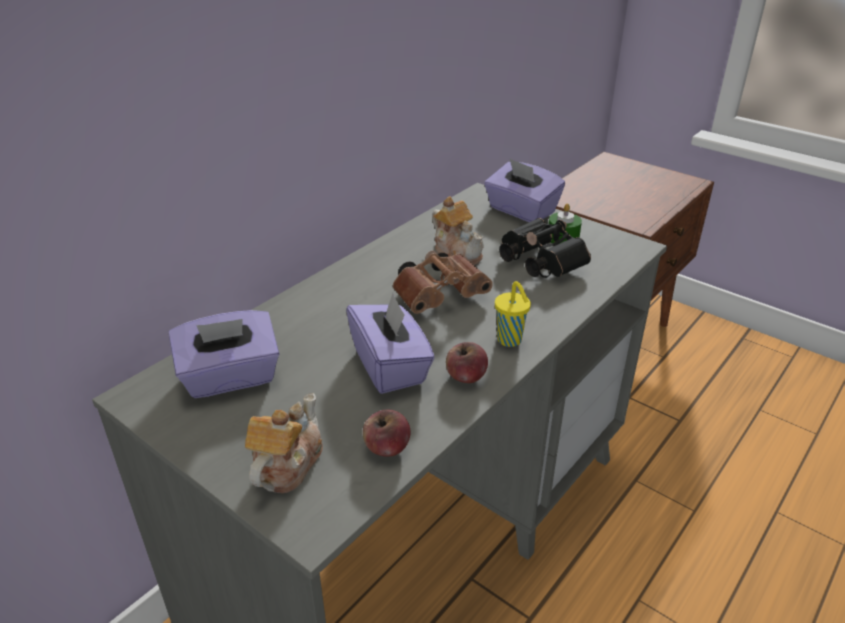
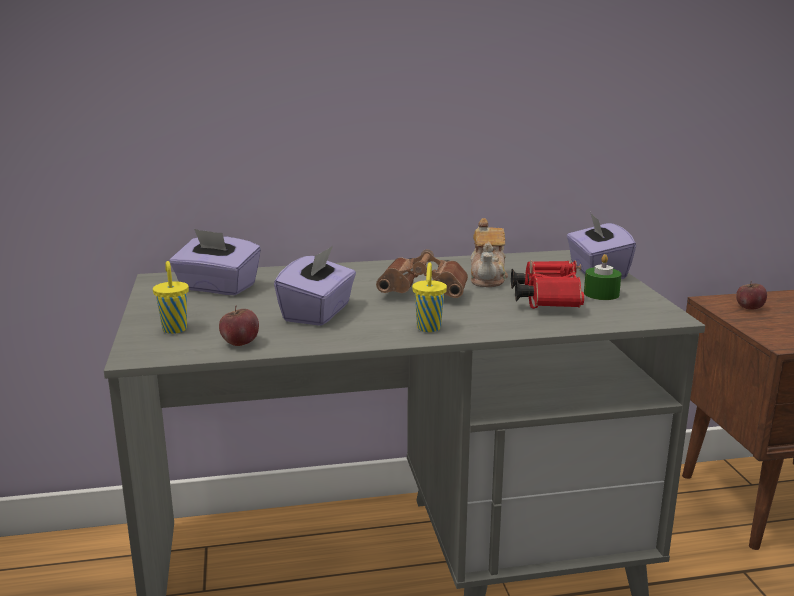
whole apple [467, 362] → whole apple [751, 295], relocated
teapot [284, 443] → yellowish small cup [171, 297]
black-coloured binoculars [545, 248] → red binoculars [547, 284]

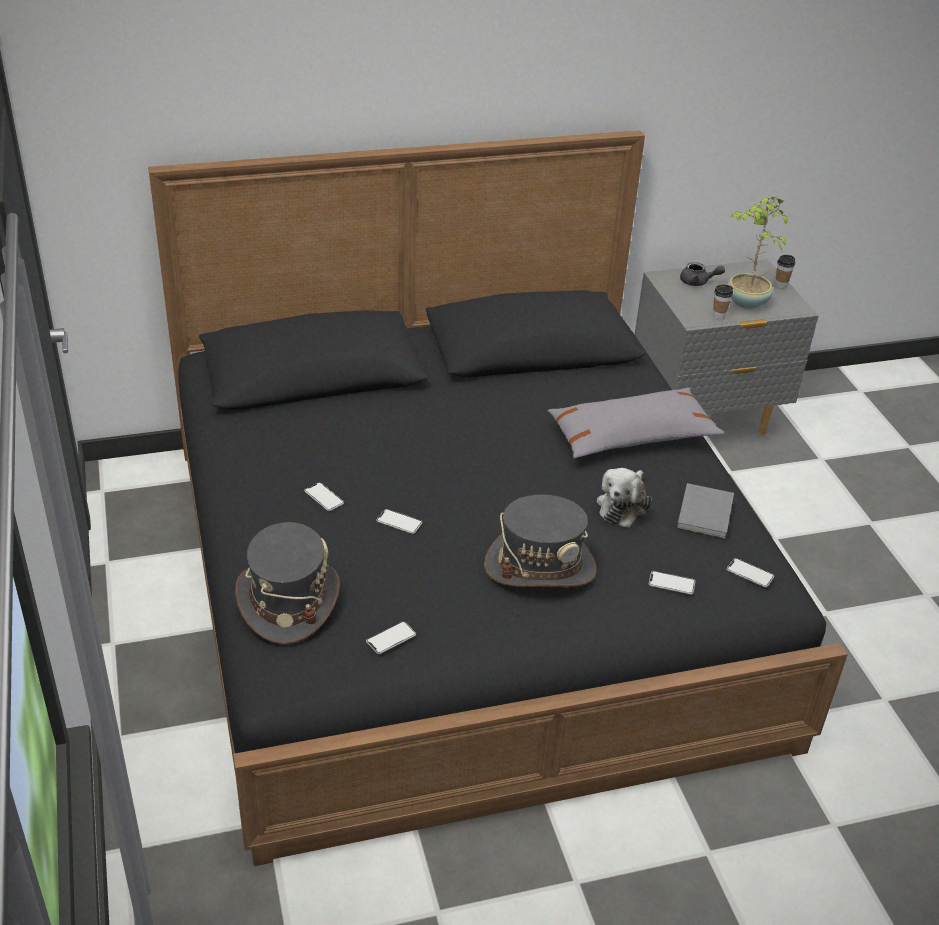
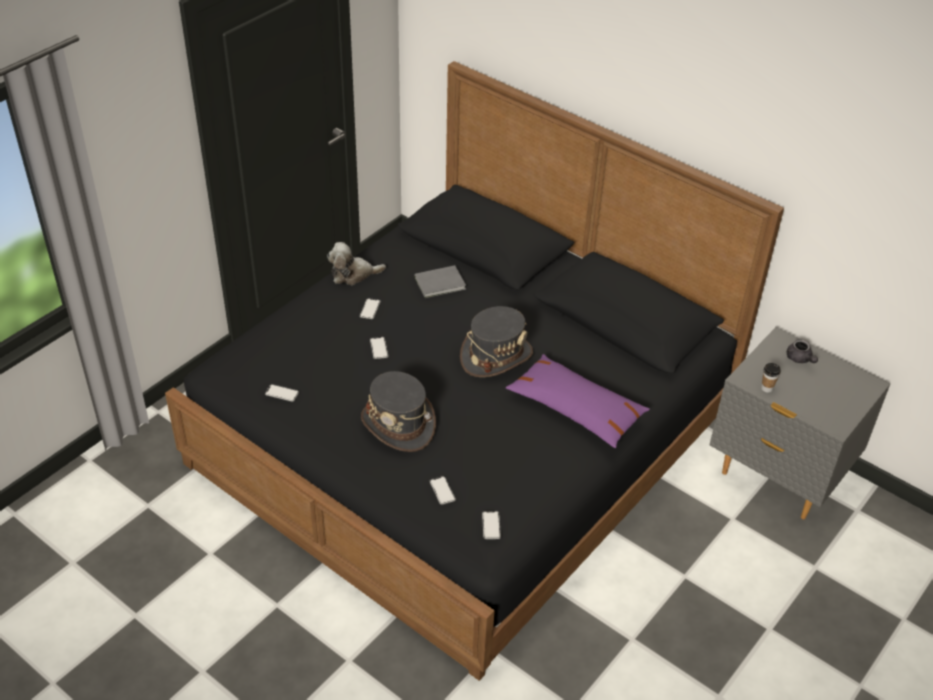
houseplant [757, 252] → -
small cup [785, 272] → -
grey wearable hat [287, 583] → grey wearable hat [496, 341], relocated
soft toy [624, 498] → soft toy [356, 263], relocated
grey volume [705, 511] → grey volume [440, 281], relocated
grey cushion [636, 423] → purple cushion [578, 401]

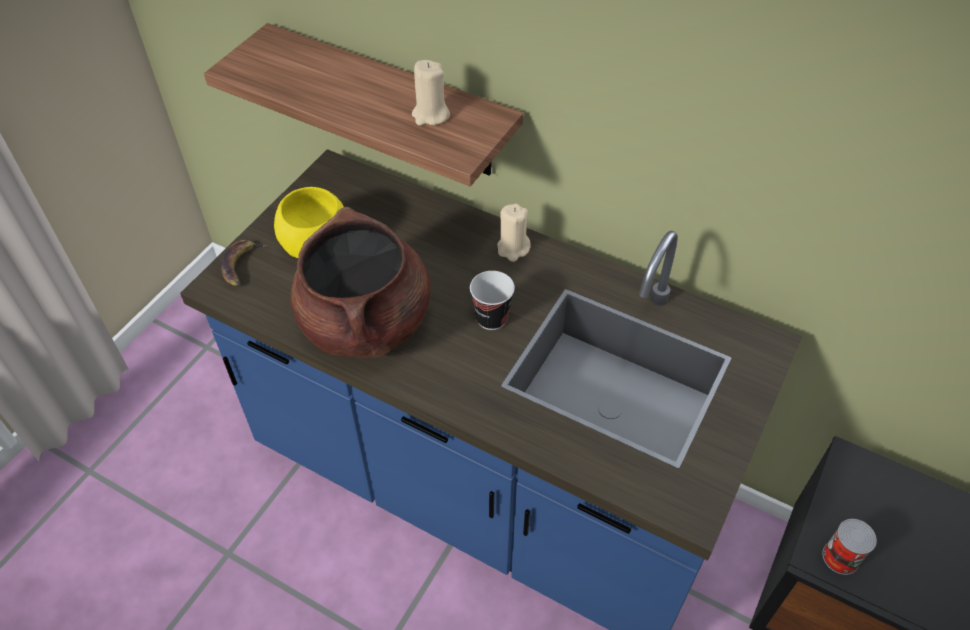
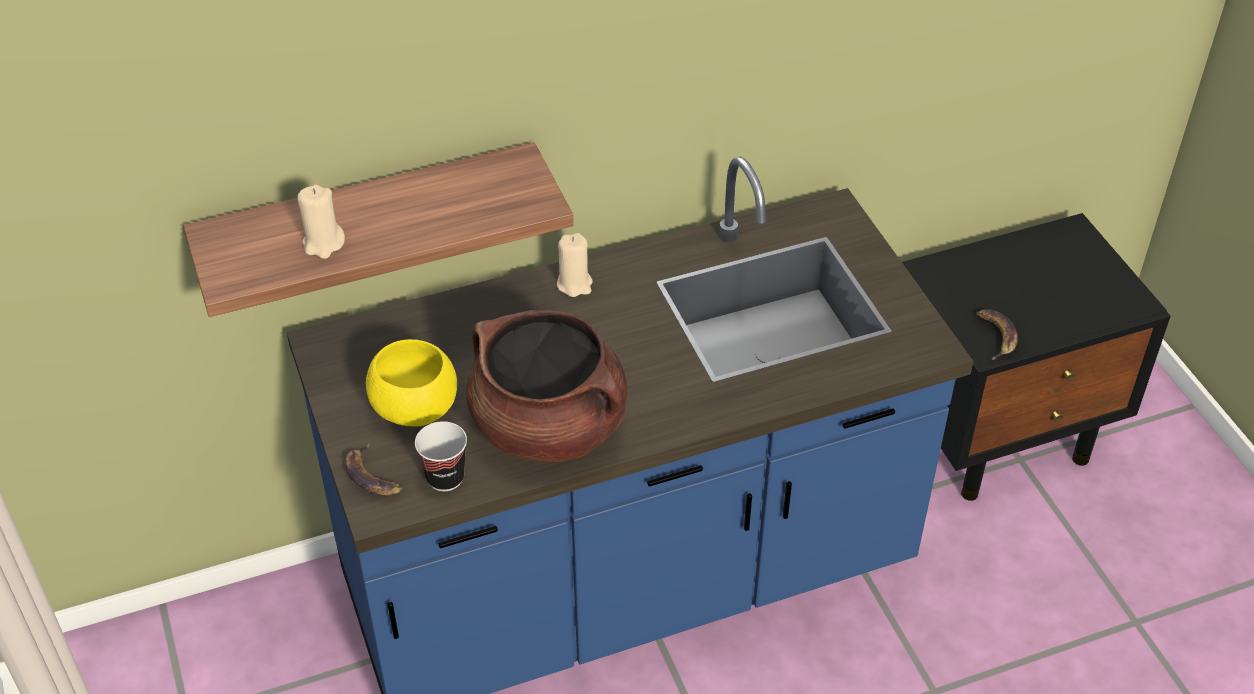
sand-coloured wax light [431, 92] → sand-coloured wax light [321, 222], relocated
small cup [492, 300] → small cup [441, 456], relocated
can [850, 547] → whole banana [997, 334]

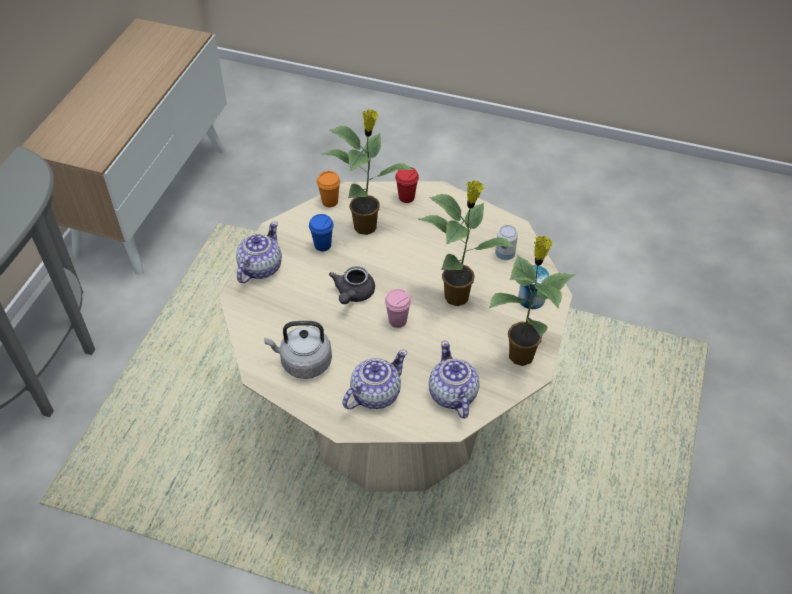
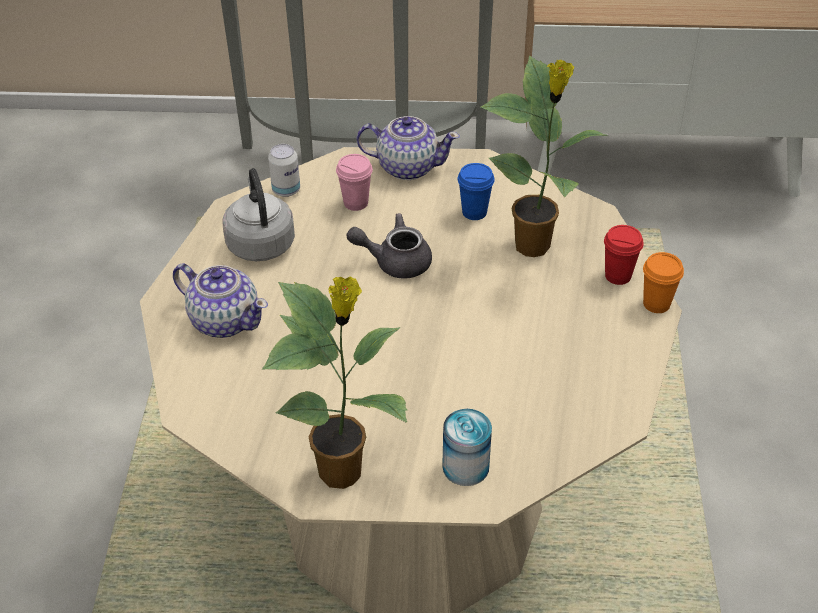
houseplant [467, 243] → -
teapot [454, 380] → -
orange small cup [328, 189] → orange small cup [663, 282], relocated
pink-coloured small cup [398, 308] → pink-coloured small cup [354, 182], relocated
can [506, 242] → can [284, 170], relocated

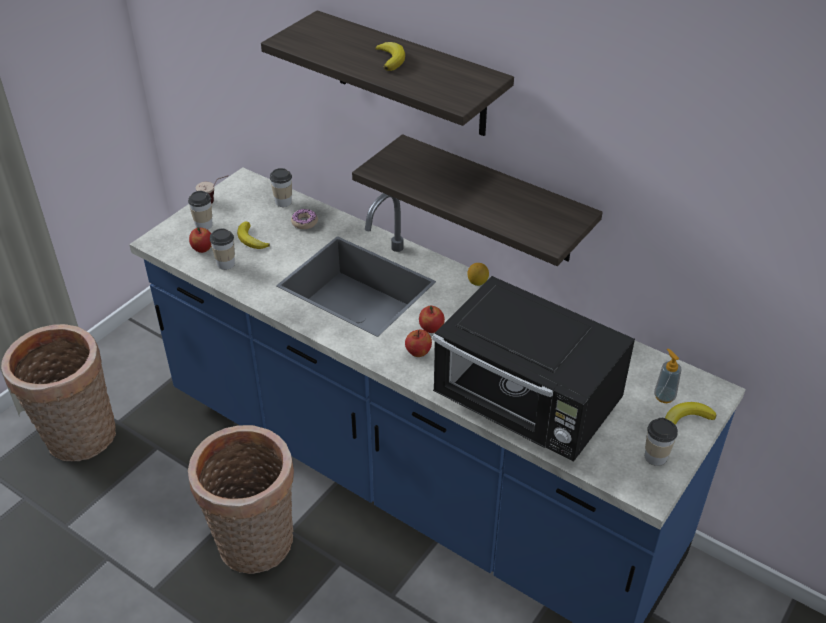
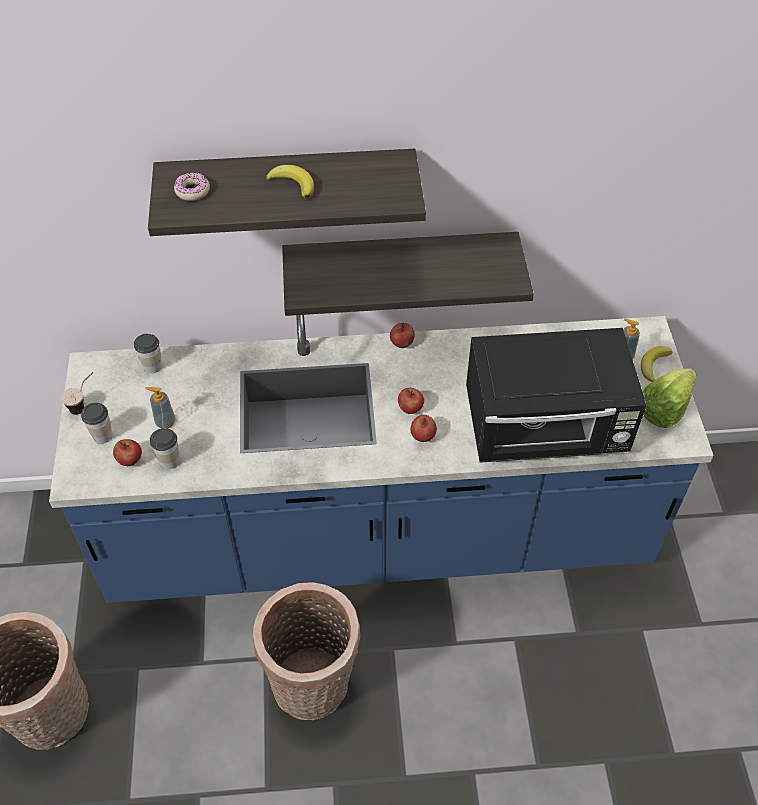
donut [304, 219] → donut [192, 187], relocated
whole banana [253, 235] → liquid soap bottle [160, 408]
lemon [478, 274] → whole apple [402, 335]
small cup [661, 442] → head of lettuce [669, 398]

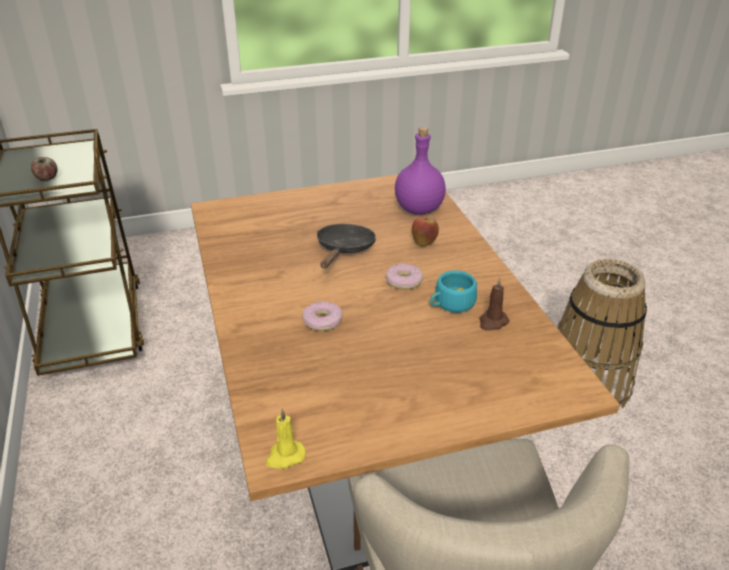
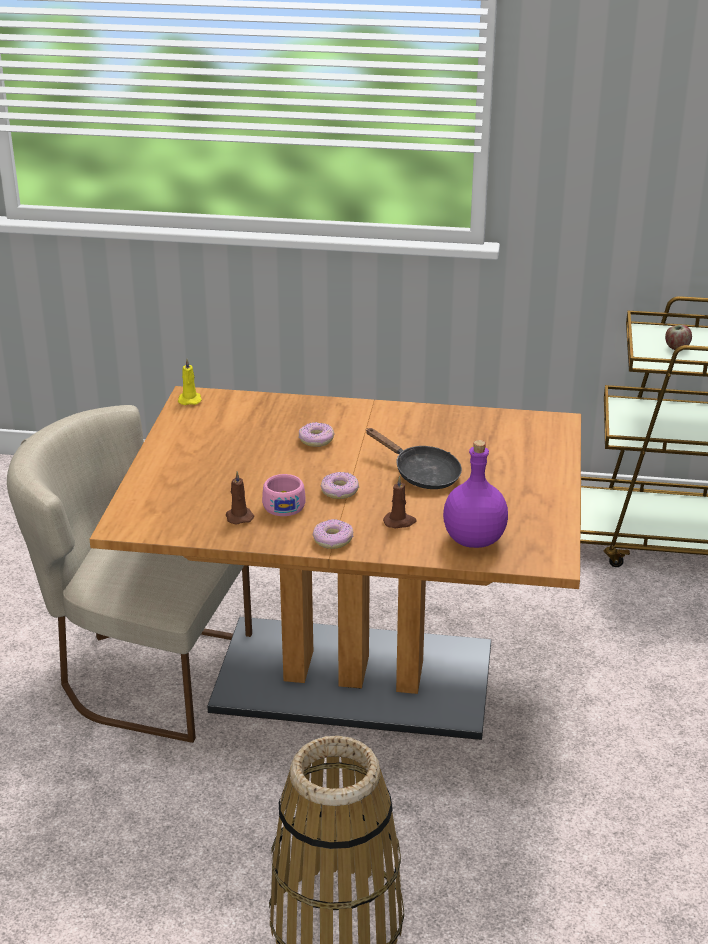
- → donut [333, 534]
whole apple [425, 229] → brown wax light [399, 502]
turquoise small cup [453, 291] → pink-coloured small cup [284, 495]

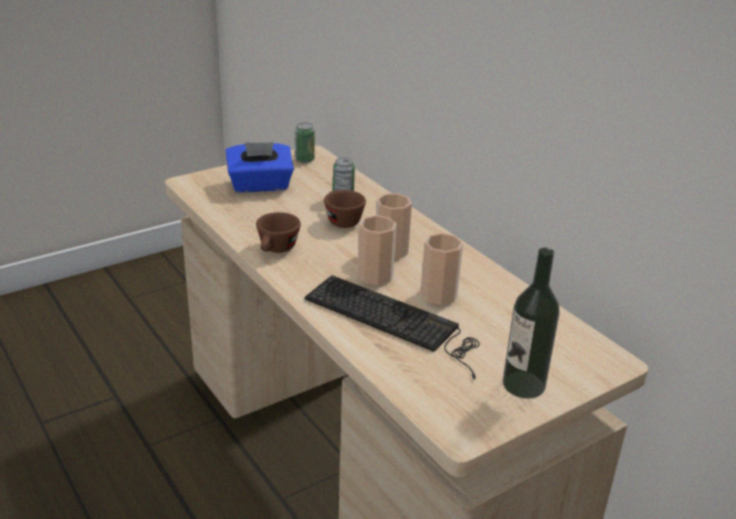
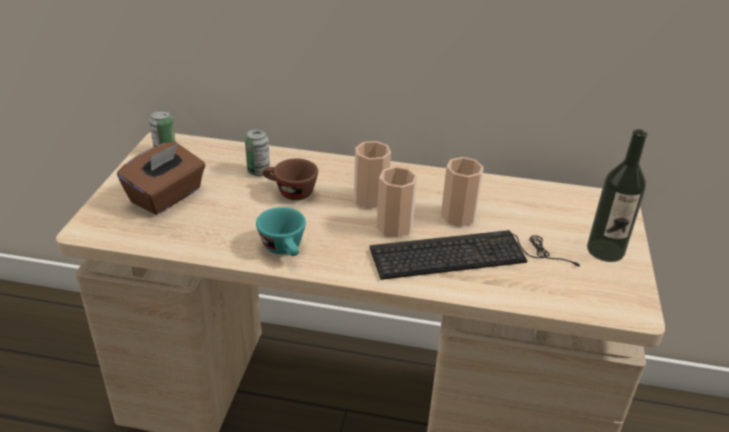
bluish tissue holder [259, 167] → brown tissue holder [161, 178]
brown small cup [278, 232] → turquoise small cup [281, 231]

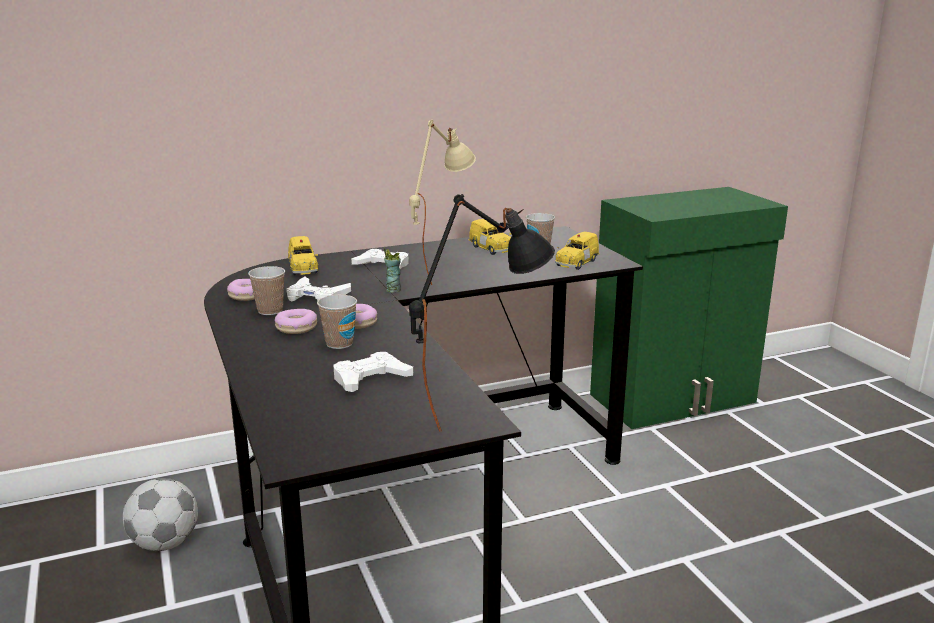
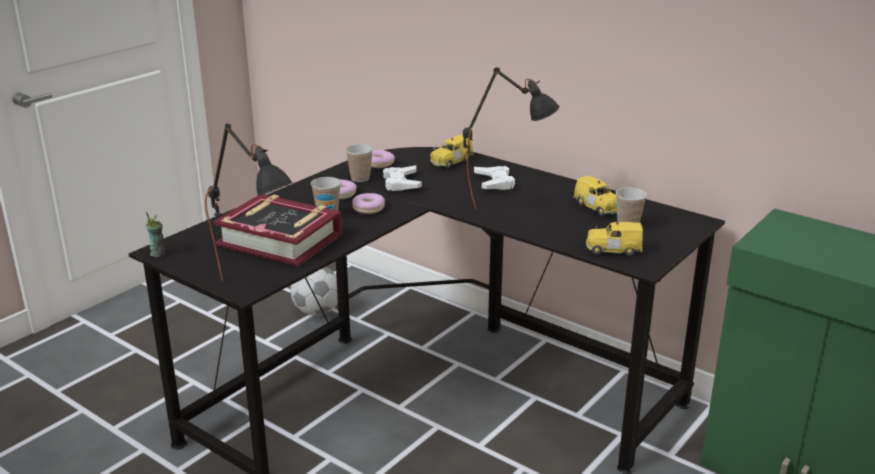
small cup [392, 270] → small cup [155, 234], relocated
white-coloured joypad [373, 372] → volume [277, 230]
sand-coloured lamp for a table [442, 202] → black-coloured lamp for a table [511, 138]
yellowish model car [490, 237] → yellowish model car [595, 196], 60 degrees counterclockwise

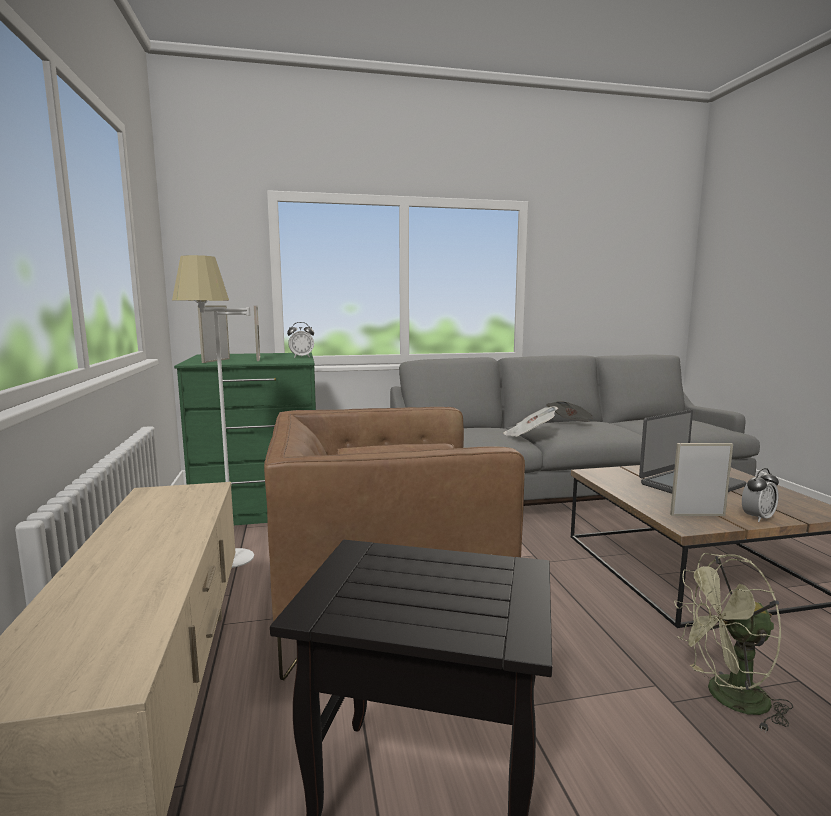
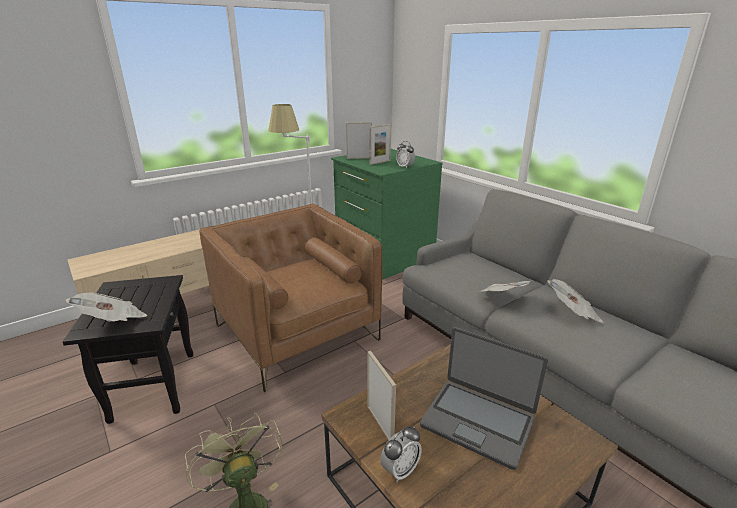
- → printed paper [106, 307]
alarm clock [760, 495] → alarm clock [401, 454], 75 degrees counterclockwise

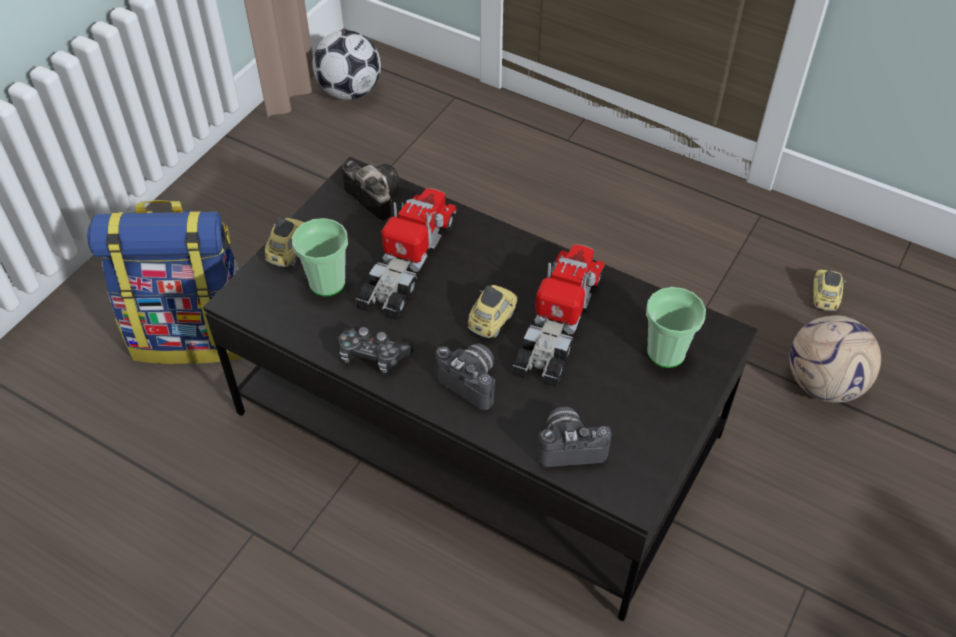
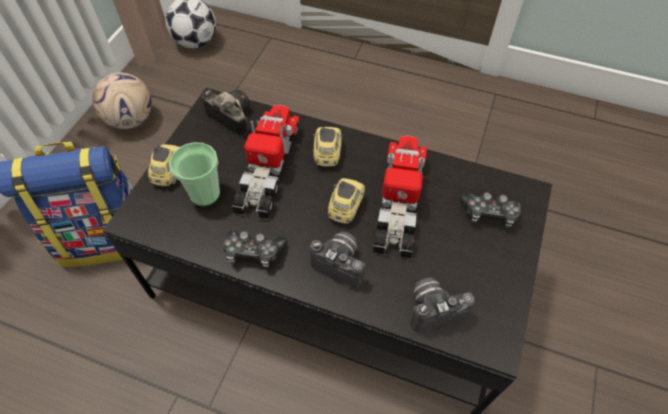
football ball [835, 359] → football ball [122, 100], relocated
model car [829, 290] → model car [328, 147], relocated
small cup [676, 327] → joypad [490, 210]

